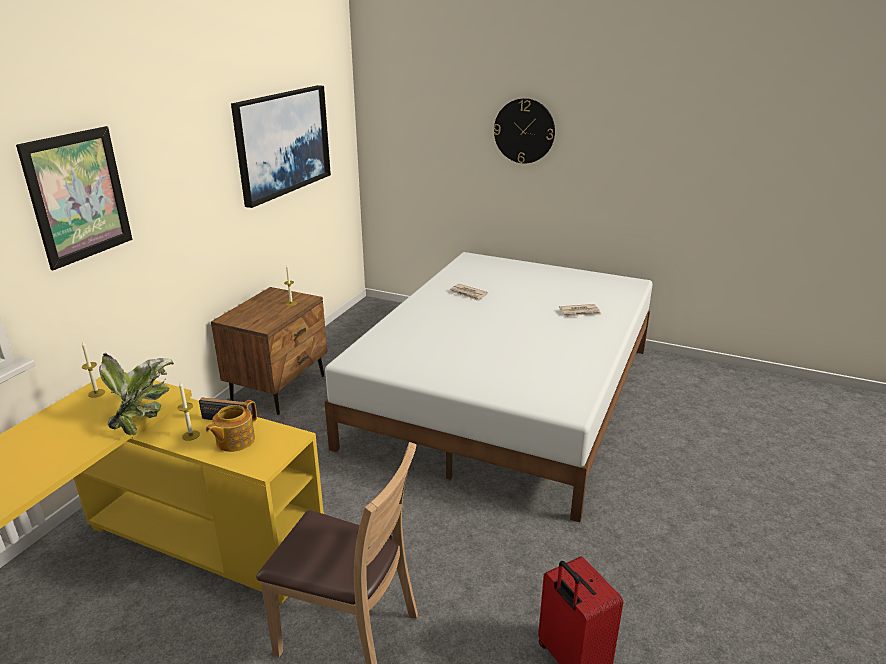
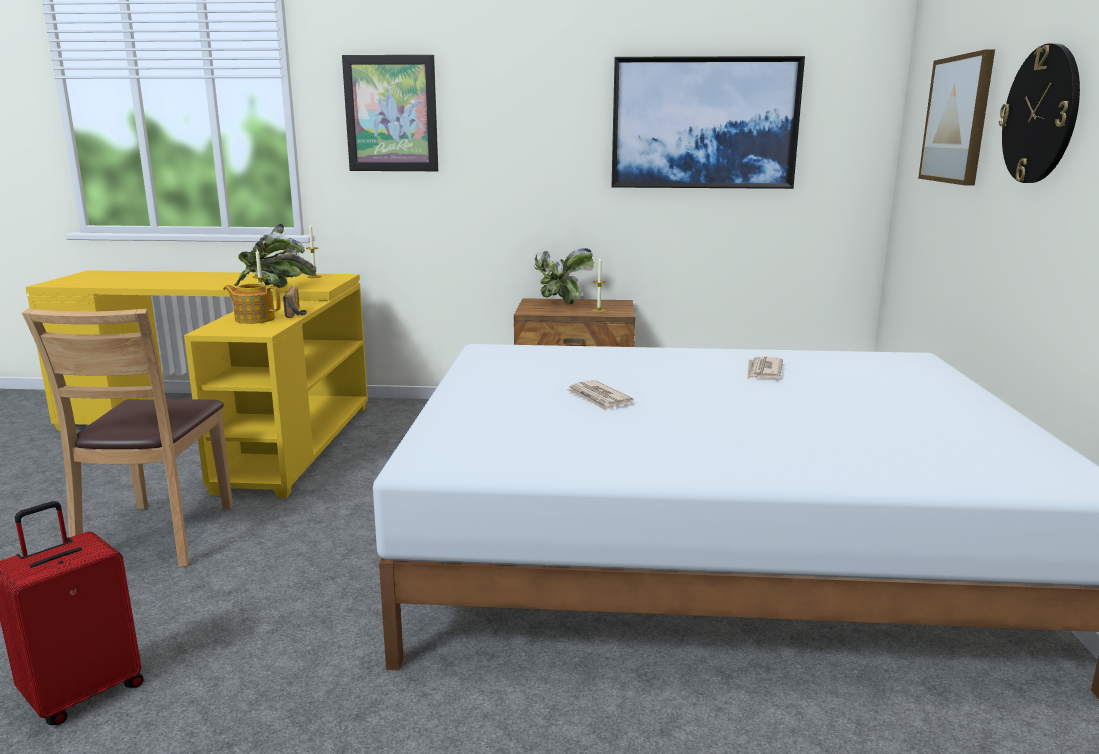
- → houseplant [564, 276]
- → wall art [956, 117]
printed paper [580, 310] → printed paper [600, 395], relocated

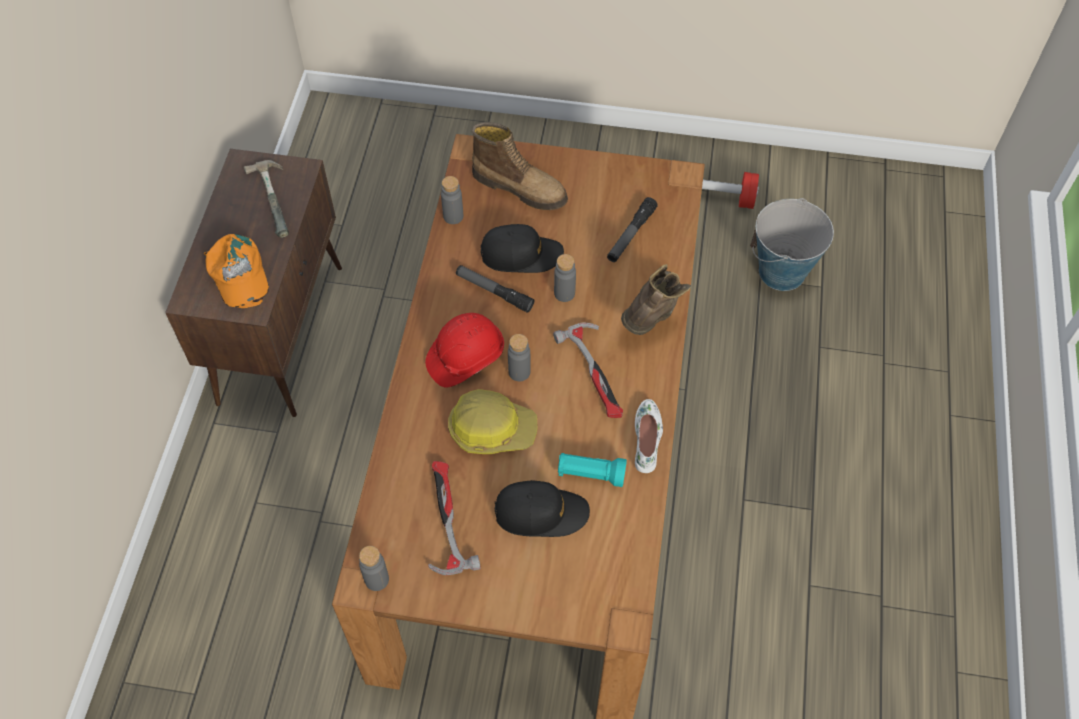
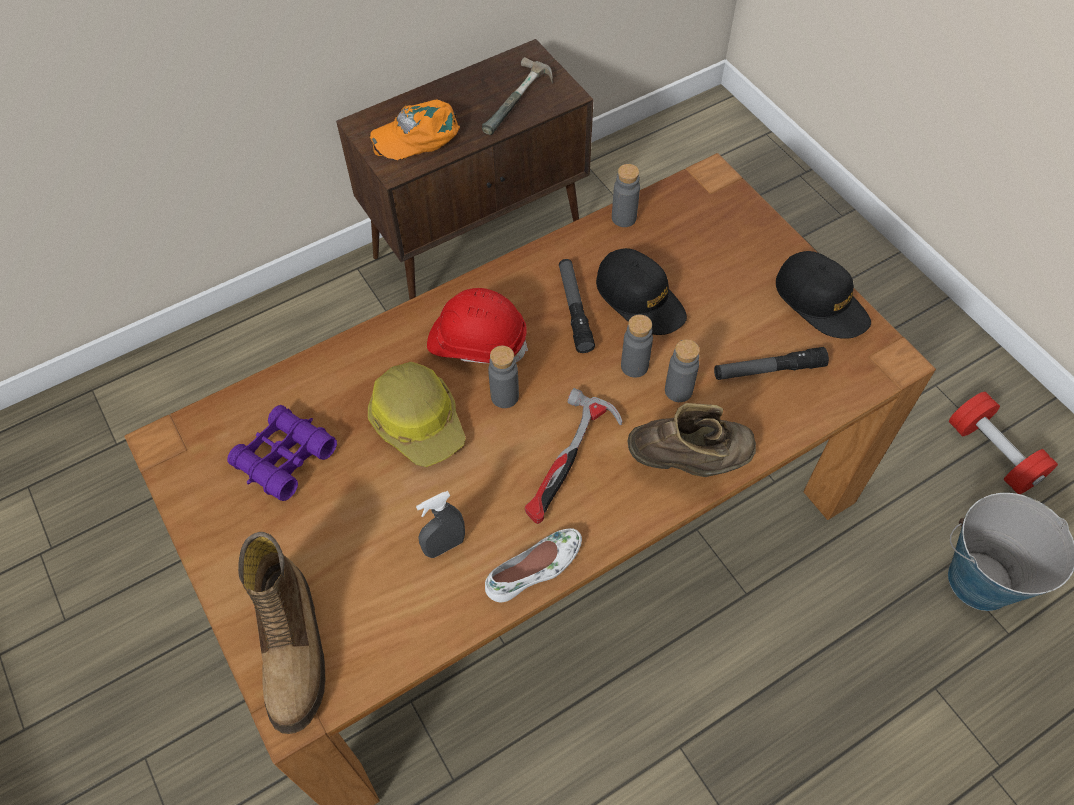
grey bottle [374, 568] → grey bottle [682, 370], relocated
tall boot [520, 166] → tall boot [281, 633], relocated
black-coloured peaked cap [542, 508] → black-coloured peaked cap [823, 295], relocated
hammer [454, 518] → purple binoculars [282, 453]
turquoise torch [592, 470] → grey hand sprayer [440, 524]
orange peaked cap [236, 271] → orange peaked cap [414, 129], 45 degrees clockwise

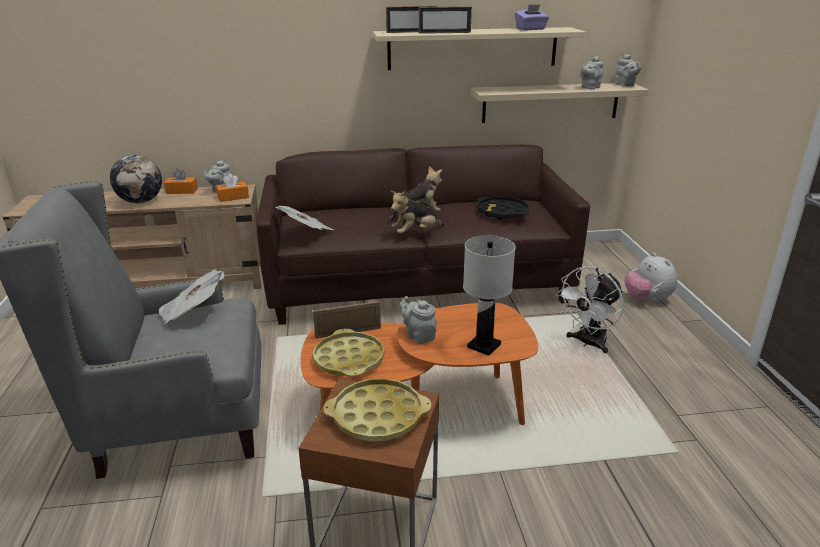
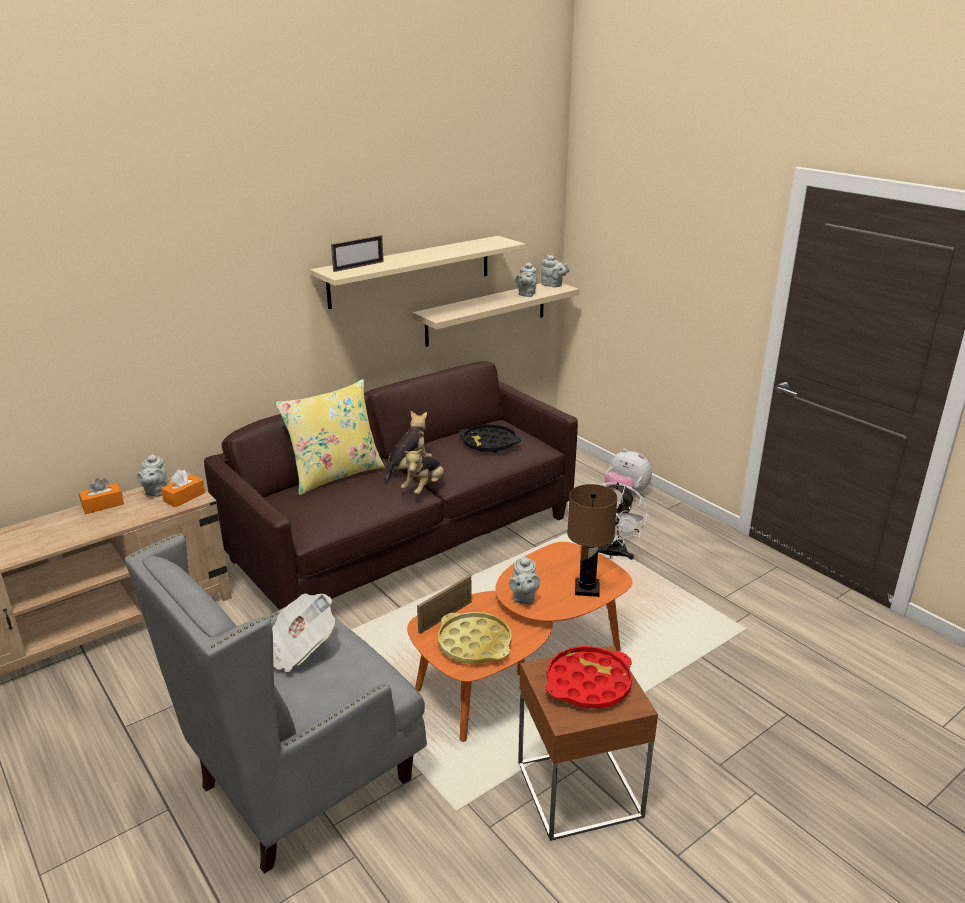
globe [136, 179] → -
printed paper [304, 218] → -
picture frame [445, 20] → -
purple tissue holder [532, 17] → -
- → yellowish cushion [330, 437]
yellowish serving tray [377, 410] → red serving tray [589, 677]
white-coloured lamp for a table [489, 295] → brown lamp for a table [592, 540]
grey teapot [418, 320] → grey teapot [524, 580], 105 degrees counterclockwise

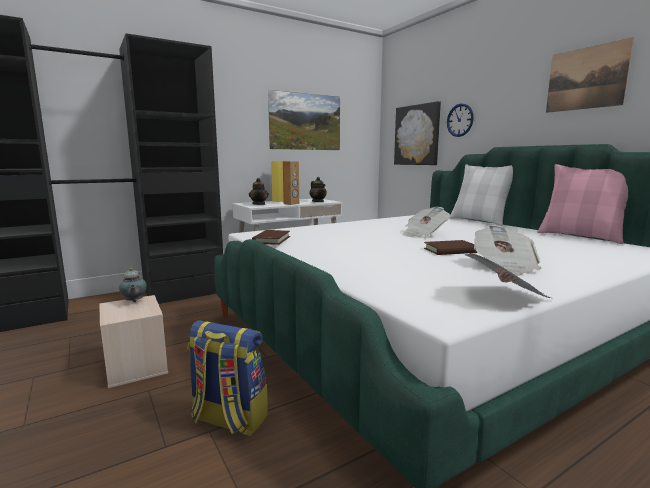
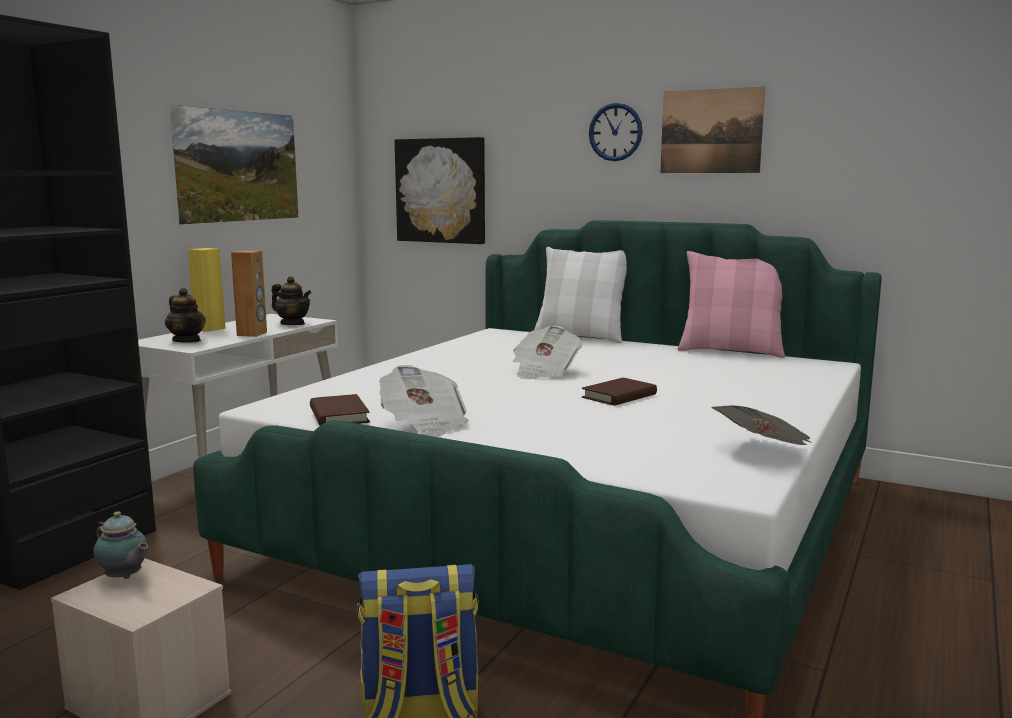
clock on the wall [460, 120] → clock on the wall [616, 132], relocated
printed paper [507, 250] → printed paper [424, 401], relocated

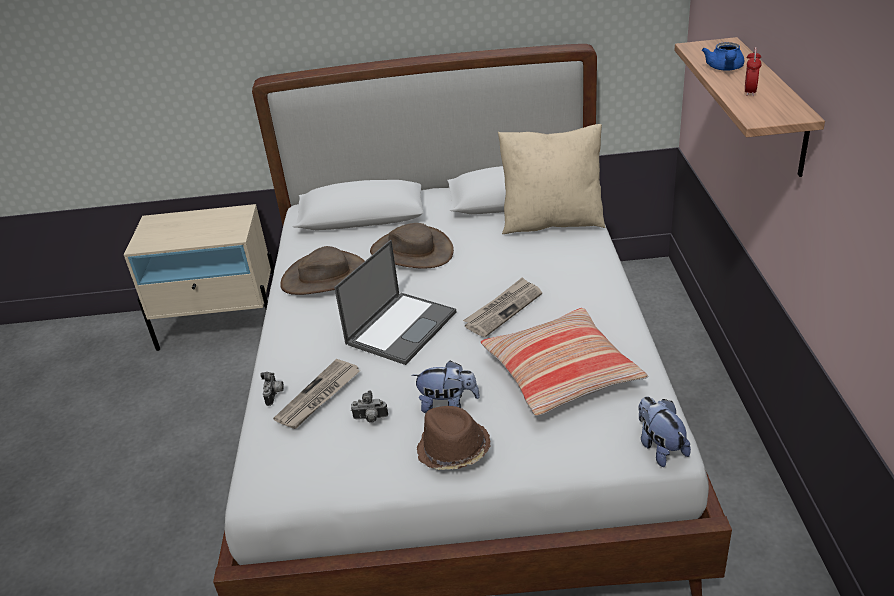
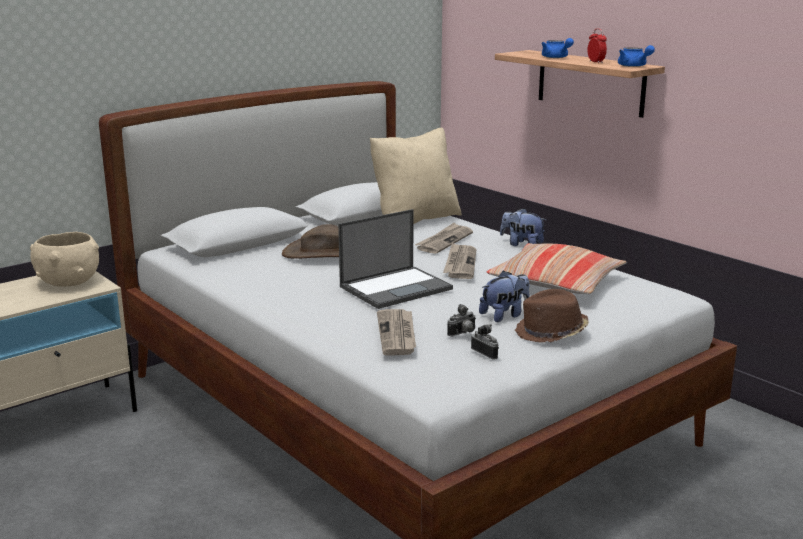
brown wearable hat [322, 270] → -
- → sand-coloured deep dish [64, 259]
- → printed paper [444, 238]
- → bluish teapot [636, 56]
still camera [272, 389] → still camera [485, 341], relocated
soft toy [665, 431] → soft toy [523, 227], relocated
laptop [395, 302] → laptop [395, 259], 60 degrees clockwise

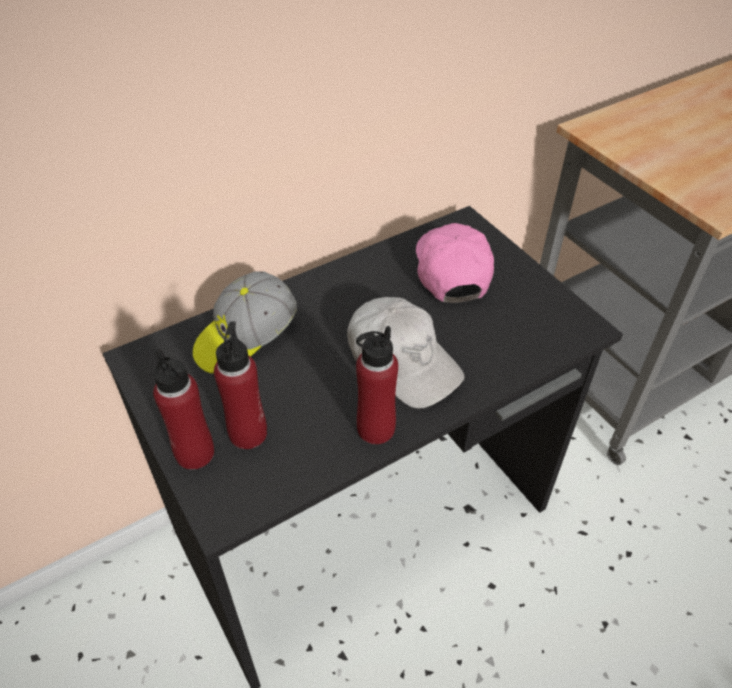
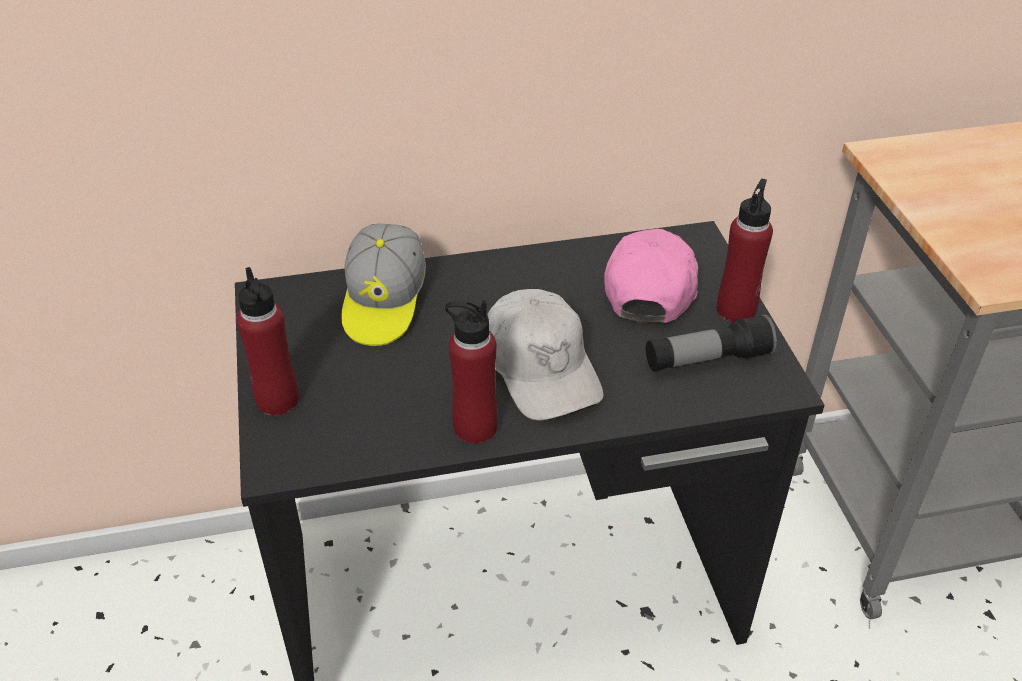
- → torch [711, 342]
red bottle [240, 385] → red bottle [745, 250], relocated
peaked cap [245, 322] → peaked cap [383, 285], 60 degrees counterclockwise

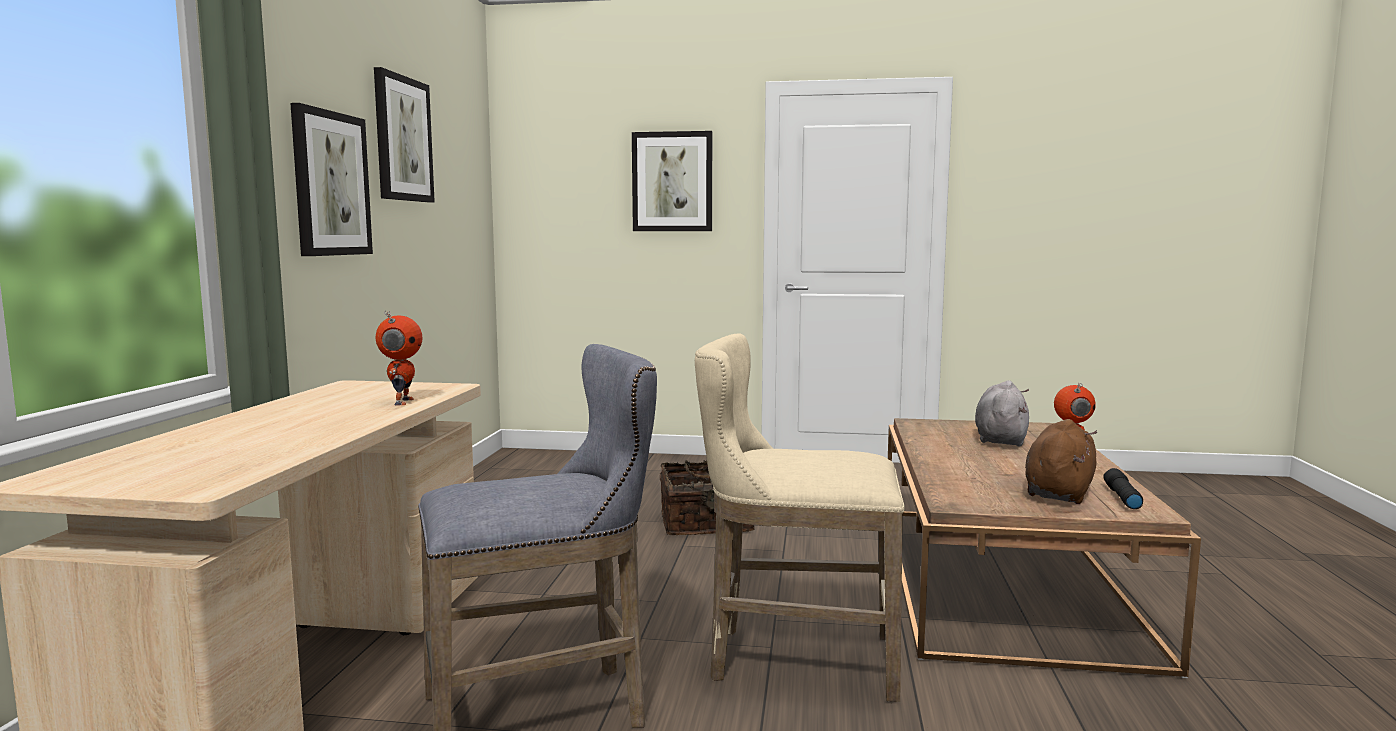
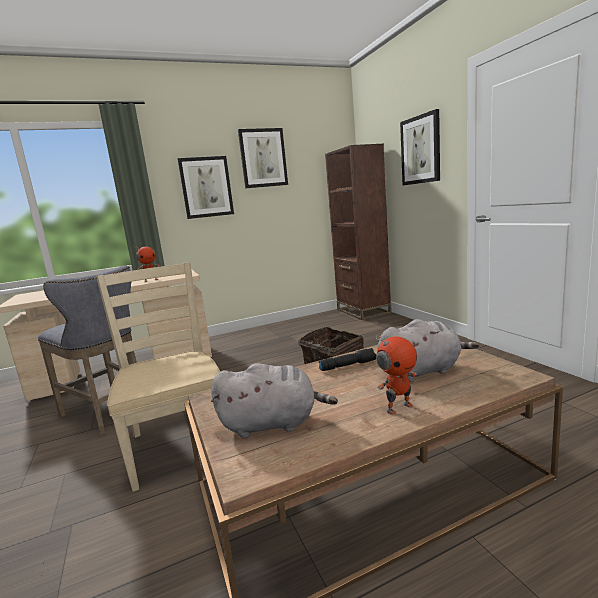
- → brown bookcase [358, 232]
black-coloured torch [1123, 488] → black-coloured torch [347, 359], relocated
sand-coloured sitting stool [800, 517] → sand-coloured chair [158, 377]
brown soft toy [1061, 461] → grey soft toy [274, 400]

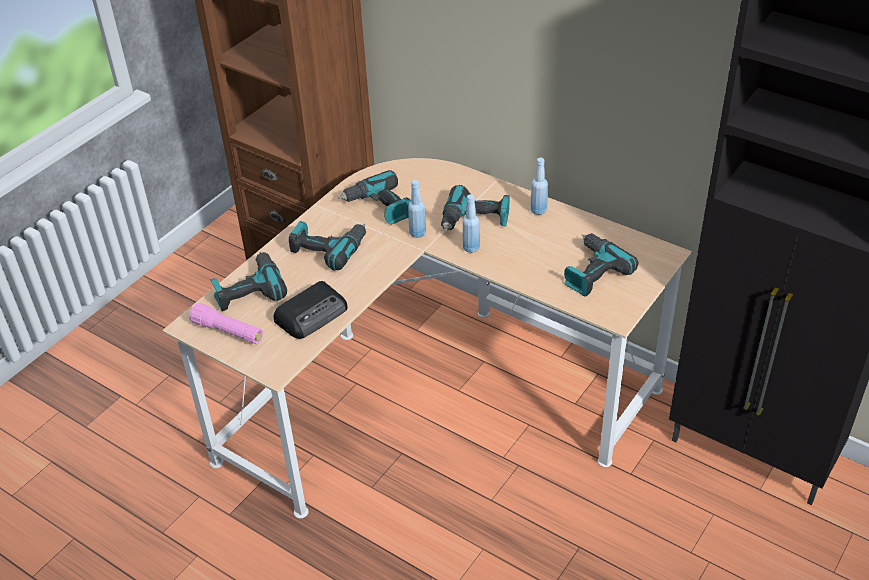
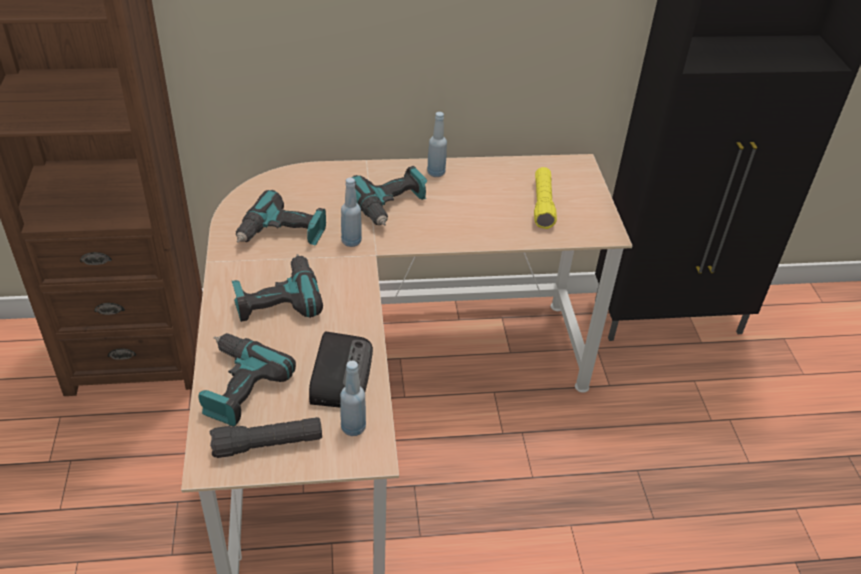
bluish bottle [471, 223] → bluish bottle [353, 398], relocated
power drill [601, 264] → yellowish torch [545, 198]
pink-coloured torch [226, 323] → black-coloured torch [266, 437]

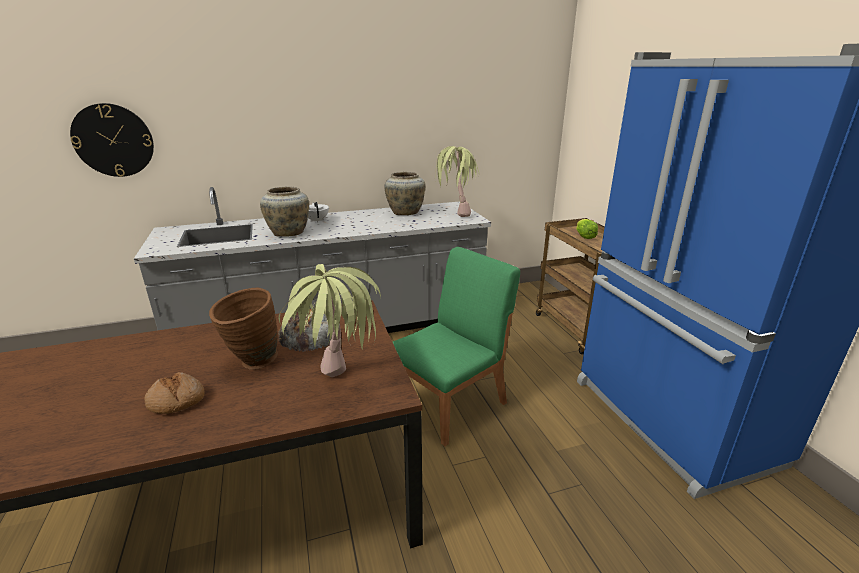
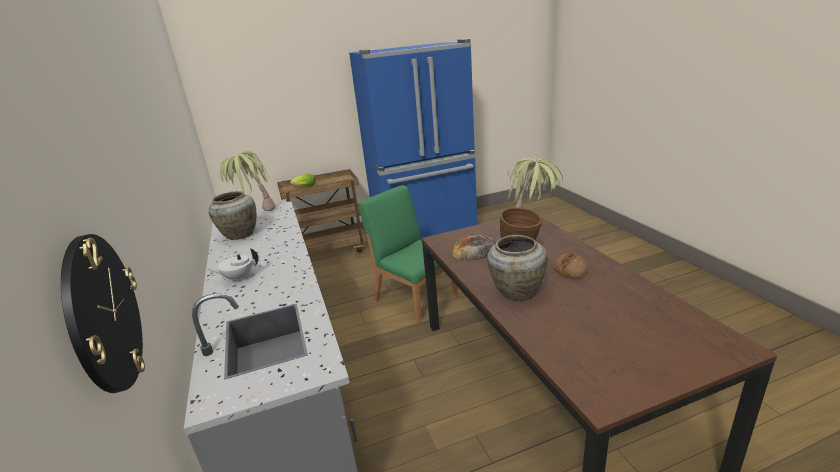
sand-coloured flower vase [284, 212] → sand-coloured flower vase [517, 268], relocated

